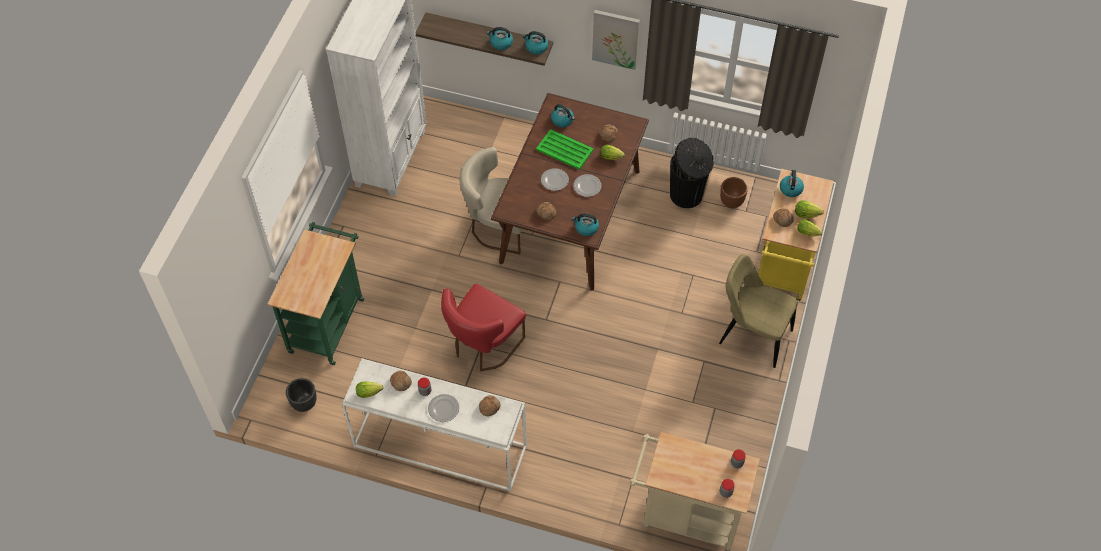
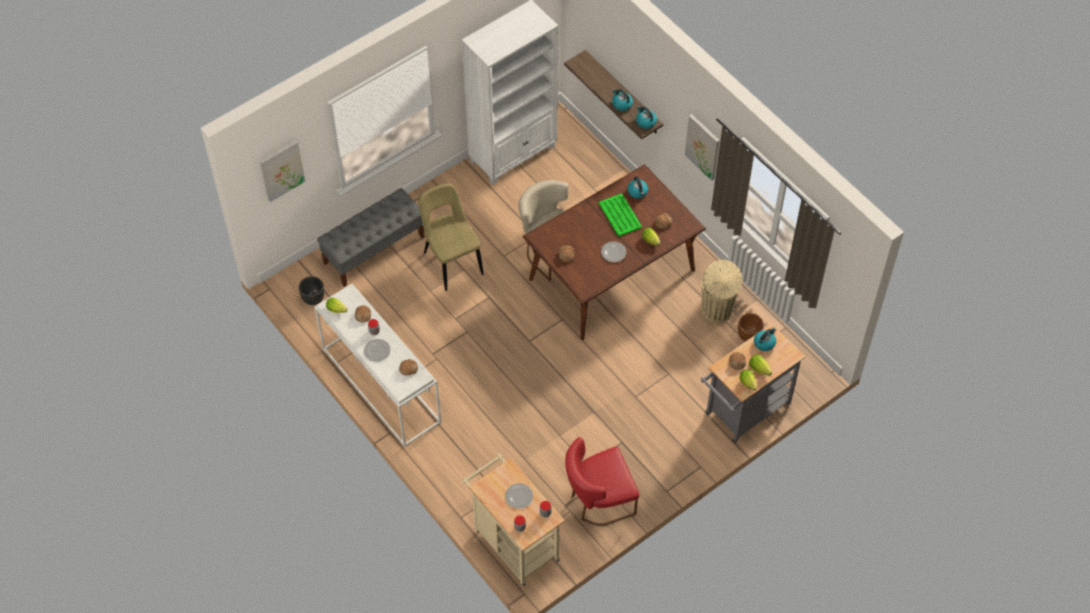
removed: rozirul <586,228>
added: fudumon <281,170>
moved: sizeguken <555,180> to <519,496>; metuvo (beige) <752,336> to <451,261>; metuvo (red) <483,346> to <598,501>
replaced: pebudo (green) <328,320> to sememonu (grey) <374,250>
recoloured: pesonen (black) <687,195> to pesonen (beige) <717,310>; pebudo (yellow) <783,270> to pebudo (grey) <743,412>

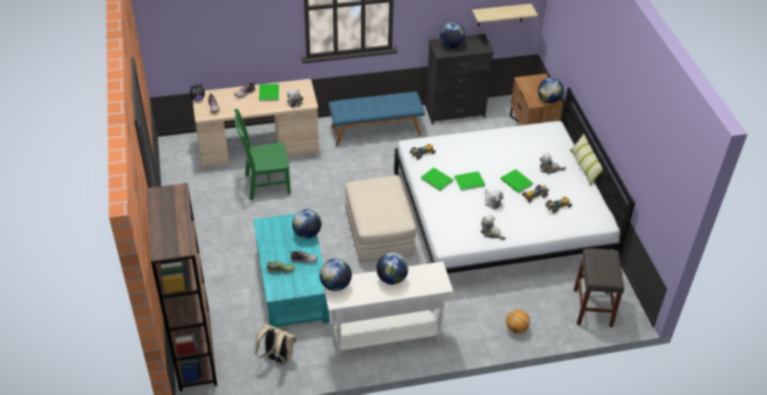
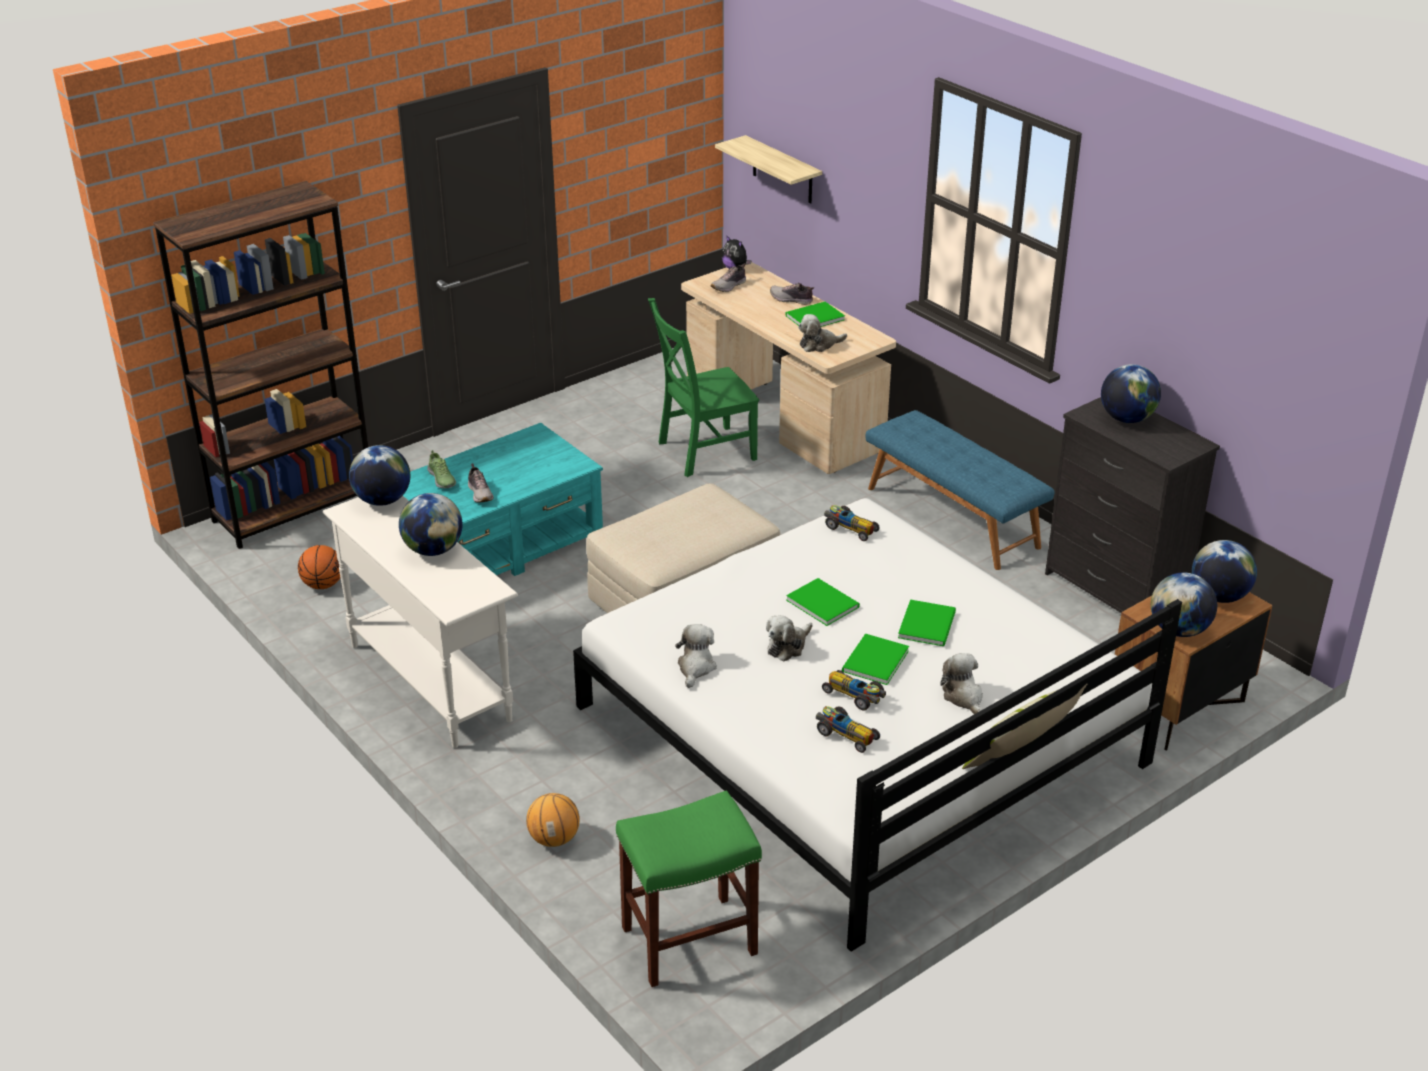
moved: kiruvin <500,14> to <782,170>; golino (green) <436,179> to <928,624>; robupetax <307,234> to <1219,596>
replaced: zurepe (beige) <277,358> to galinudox <323,585>
recoloured: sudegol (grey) <593,308> to sudegol (green) <687,942>
turned: metuvo (green) <265,184> = <703,452> 75 degrees counterclockwise

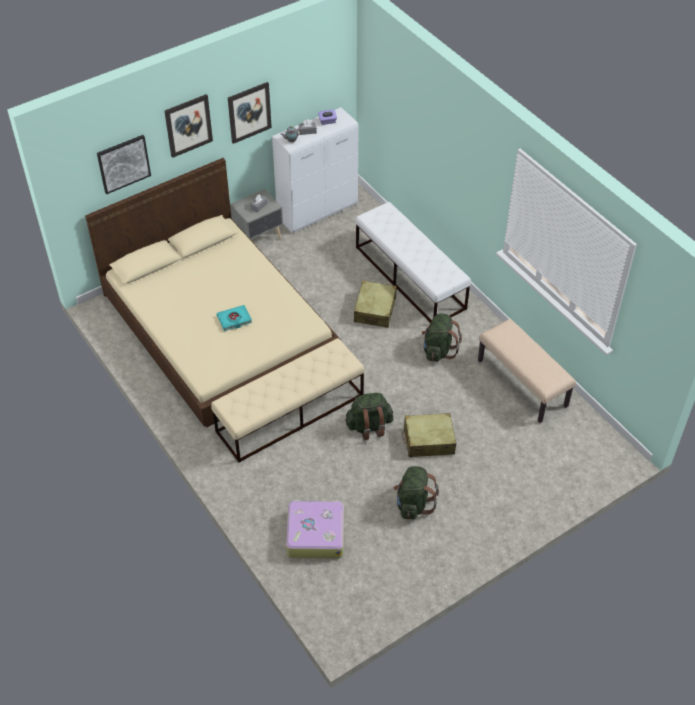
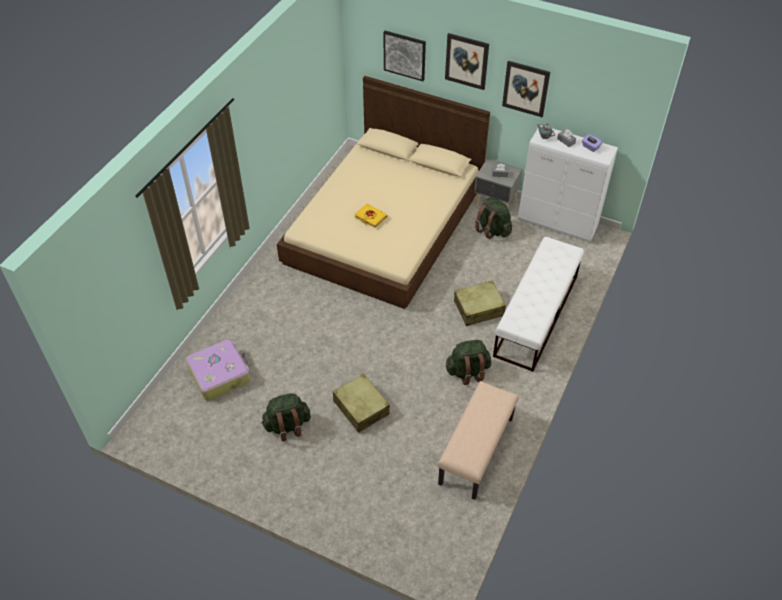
removed: sememonu (beige) <290,413>
moved: zurepe (green) <369,426> to <492,230>
recoloured: golino (turquoise) <234,320> to golino (yellow) <370,217>

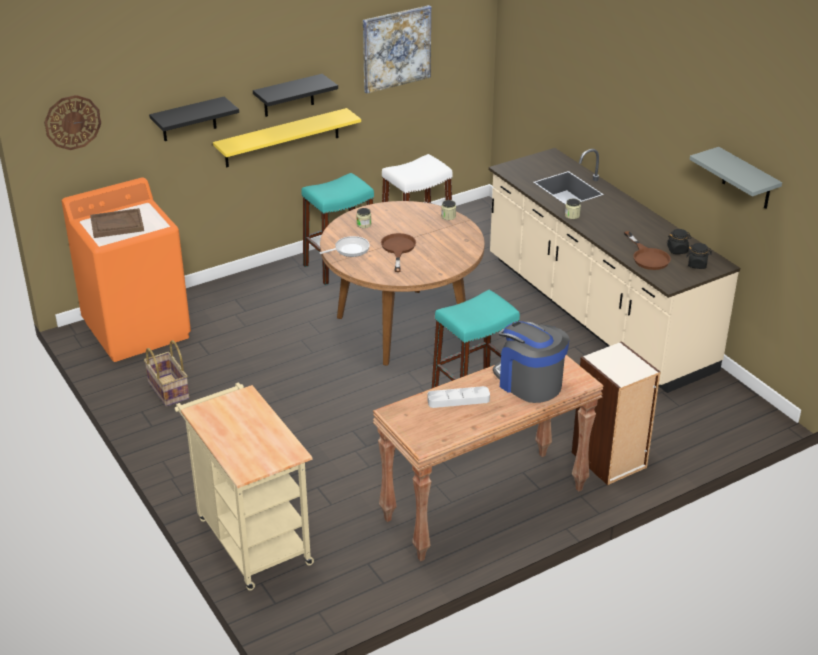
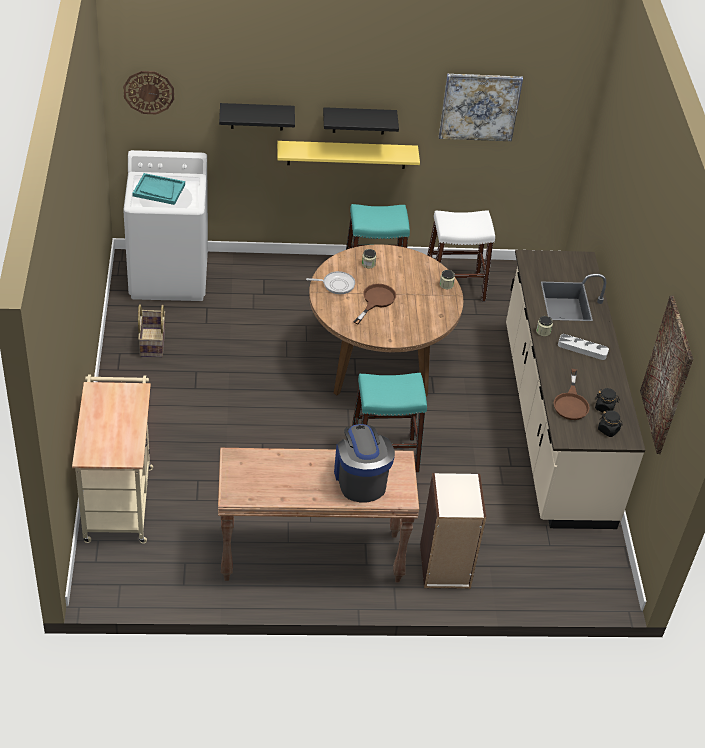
moved: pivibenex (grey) <458,400> to <582,349>
replaced: kiruvin (grey) <747,179> to fudumon <667,375>
recoloured: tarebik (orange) <137,329> to tarebik (white) <169,276>; pivibenex (brown) <117,225> to pivibenex (turquoise) <158,190>

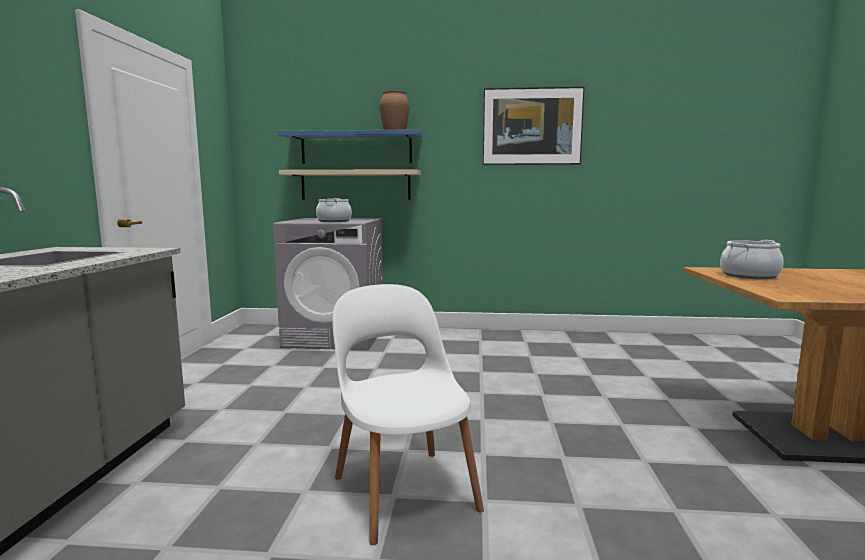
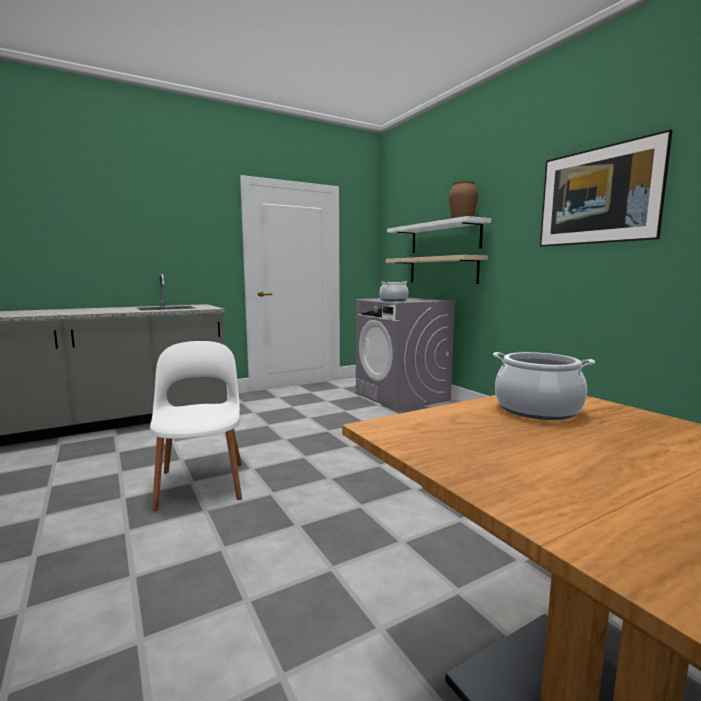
recoloured: kiruvin (blue) <356,148> to kiruvin (white) <444,237>
turned: metuvo (white) <403,489> = <201,482> 45 degrees counterclockwise

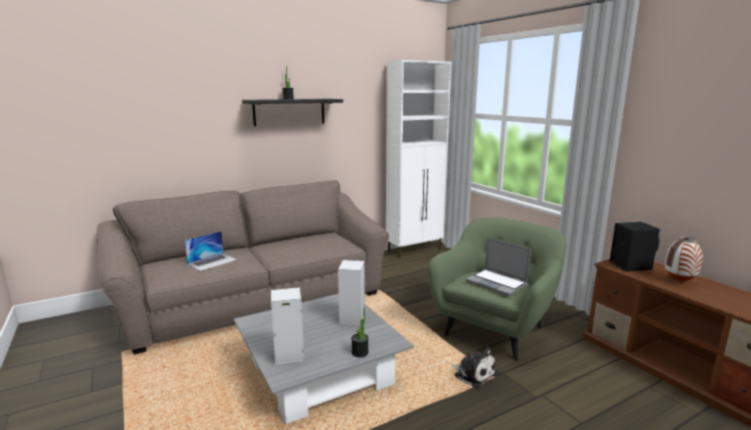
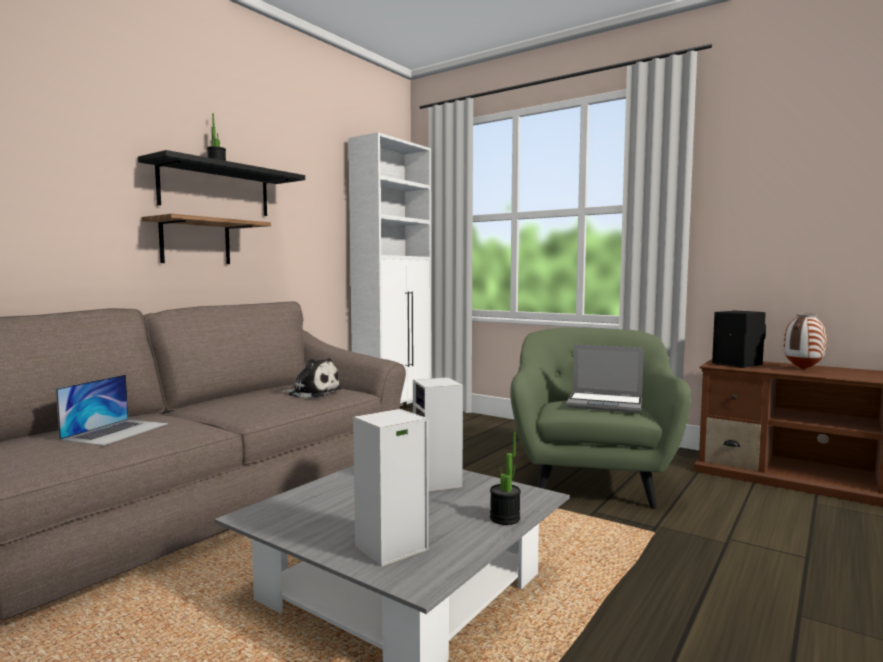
added: kiruvin <195,242>
moved: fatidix <472,374> to <312,393>

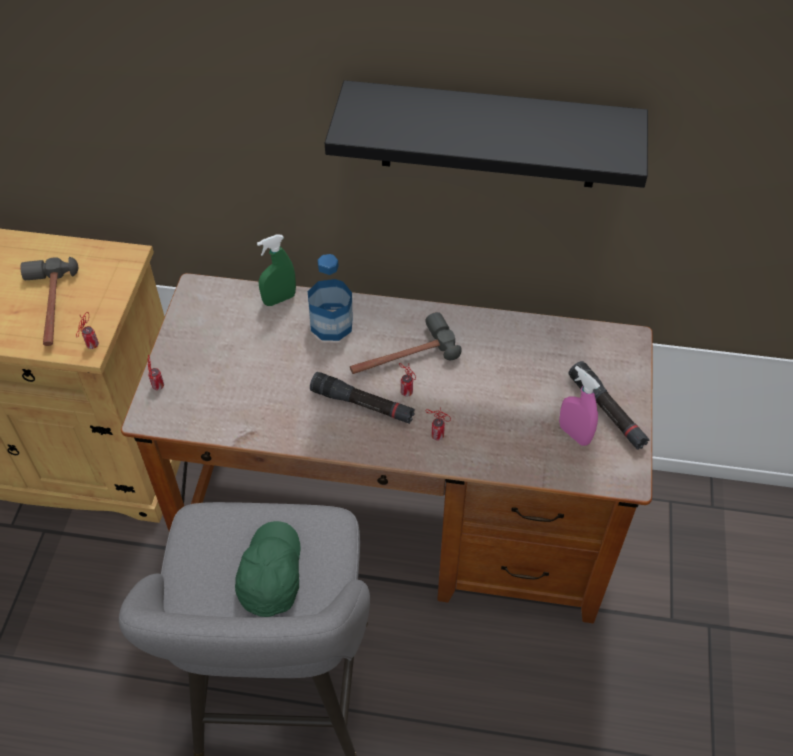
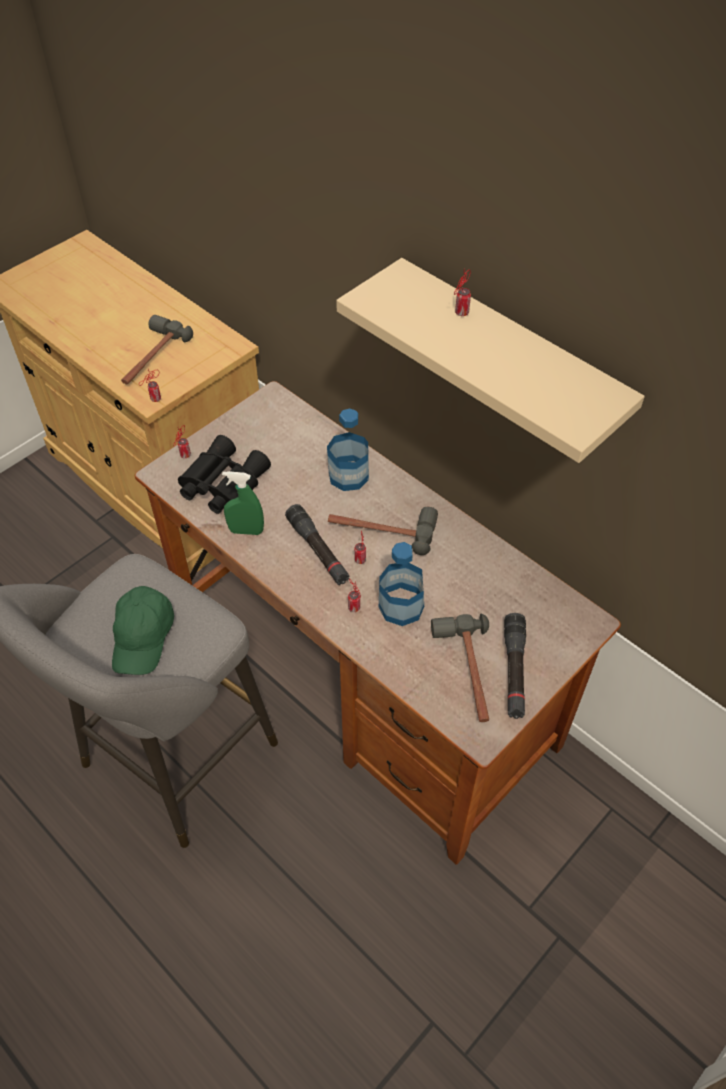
added: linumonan <460,314>; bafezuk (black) <221,483>; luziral <401,606>
moved: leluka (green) <279,299> to <246,531>
replaced: leluka (pink) <574,434> to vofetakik <468,672>
recoloured: kiruvin (black) <489,135> to kiruvin (beige) <508,361>
turned: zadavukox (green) <270,574> = <144,637> 150 degrees clockwise

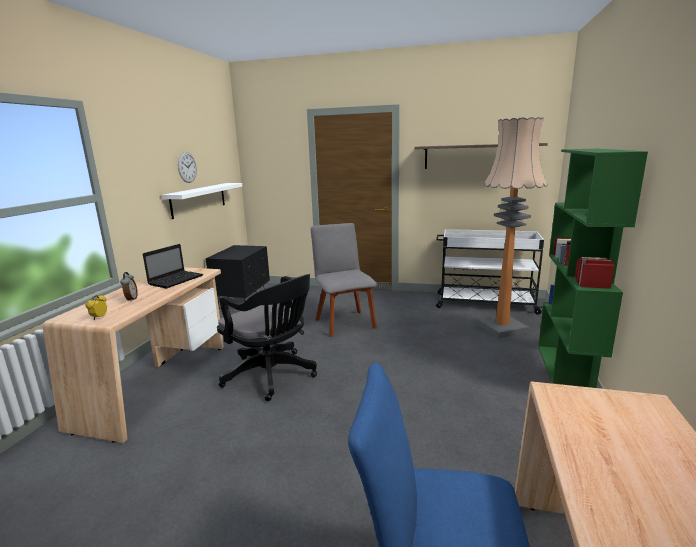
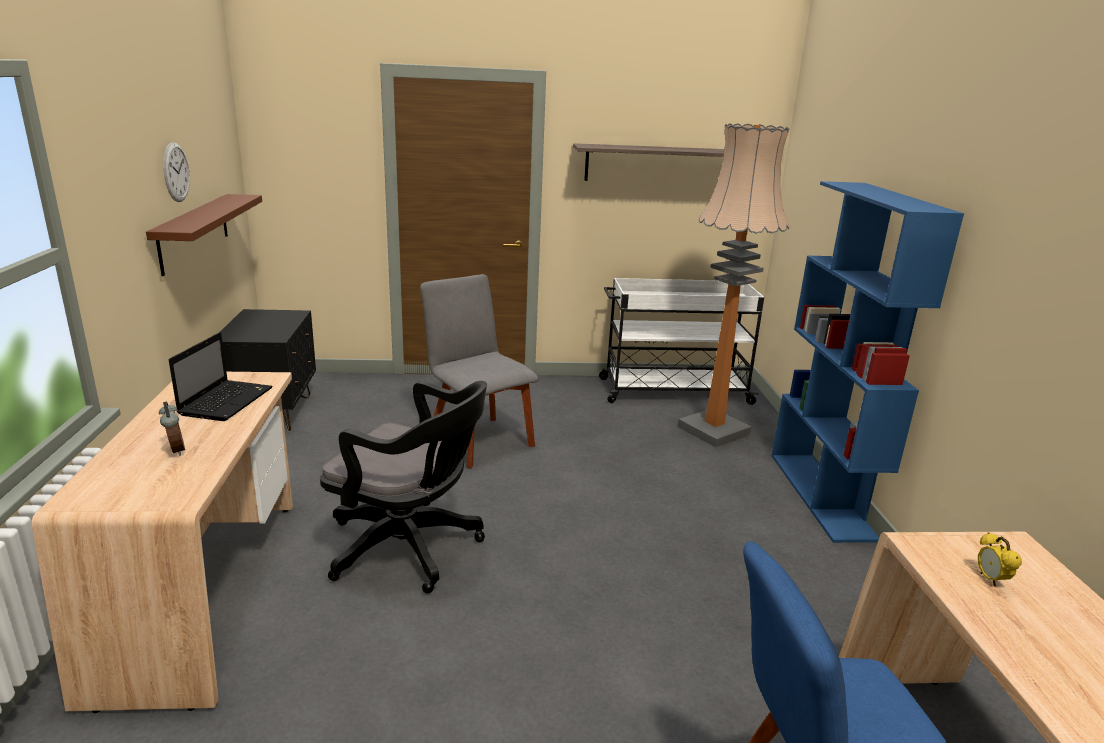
moved: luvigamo <99,318> to <990,579>
recoloured: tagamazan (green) <566,375> to tagamazan (blue) <821,495>; kiruvin (white) <199,199> to kiruvin (brown) <194,232>

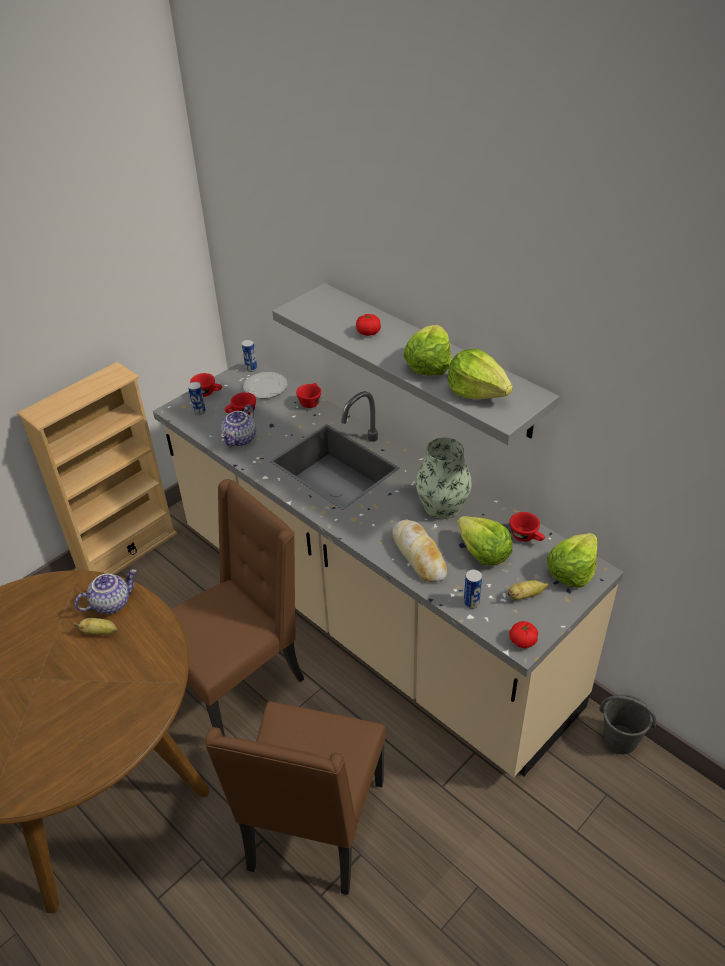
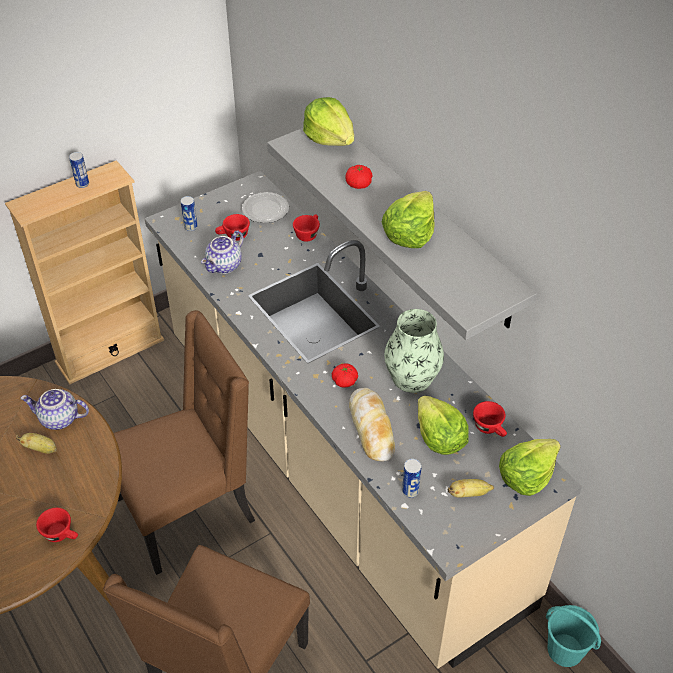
moved: linumonan <251,368> to <82,184>; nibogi <477,391> to <330,138>; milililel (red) <208,393> to <62,534>; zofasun <522,641> to <344,381>
recoloured: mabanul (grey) <620,740> to mabanul (turquoise) <565,650>
turned: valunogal <111,603> = <58,419> 150 degrees counterclockwise

